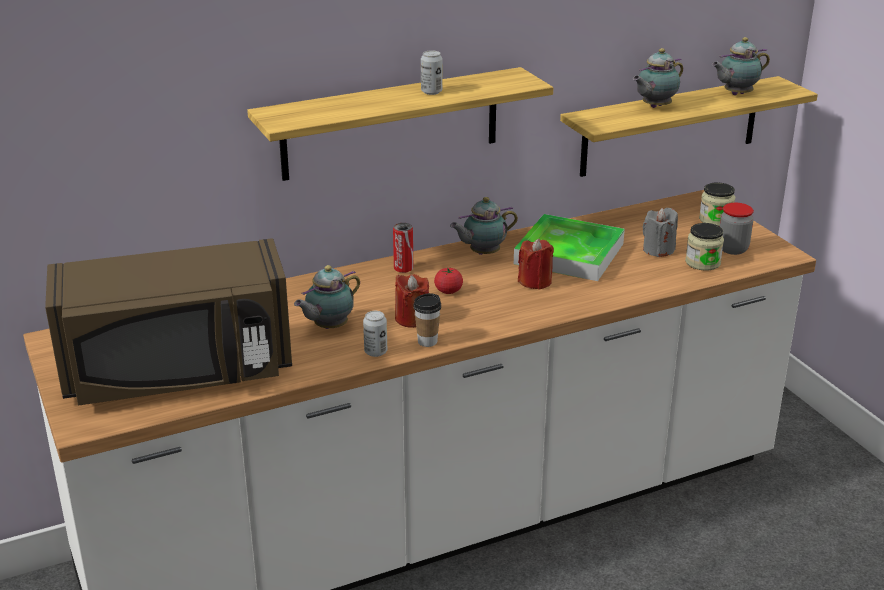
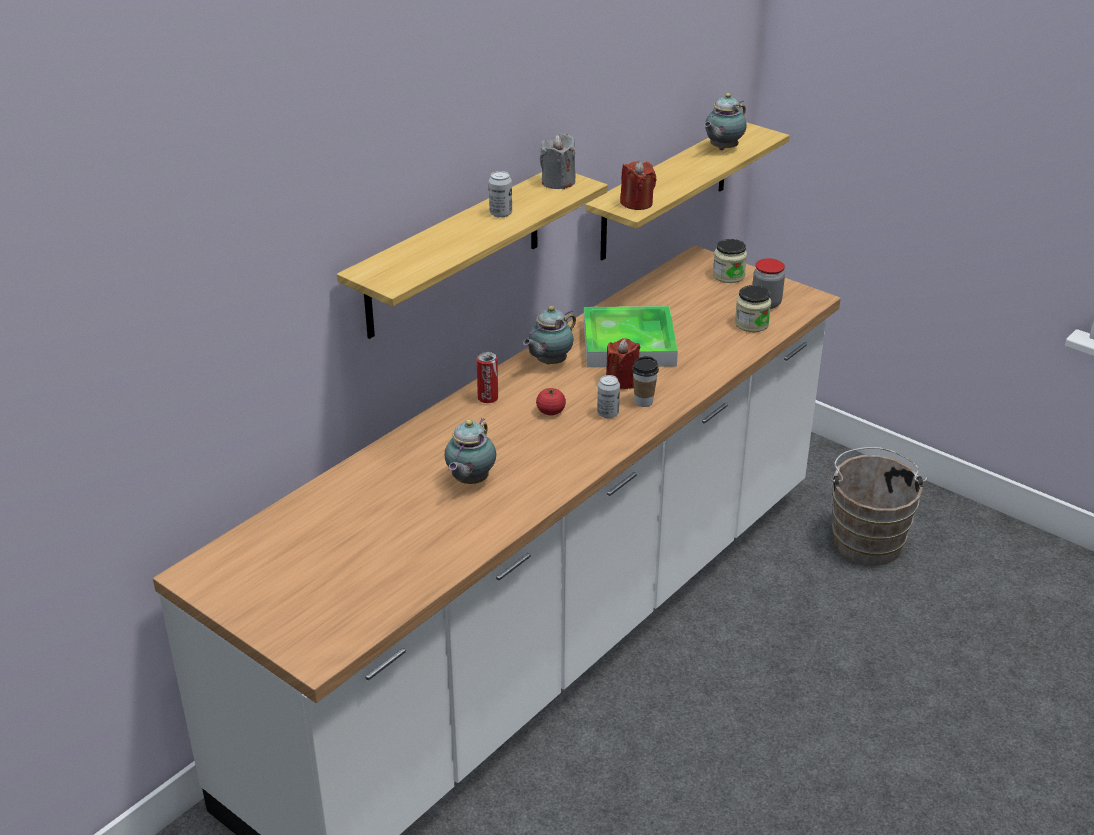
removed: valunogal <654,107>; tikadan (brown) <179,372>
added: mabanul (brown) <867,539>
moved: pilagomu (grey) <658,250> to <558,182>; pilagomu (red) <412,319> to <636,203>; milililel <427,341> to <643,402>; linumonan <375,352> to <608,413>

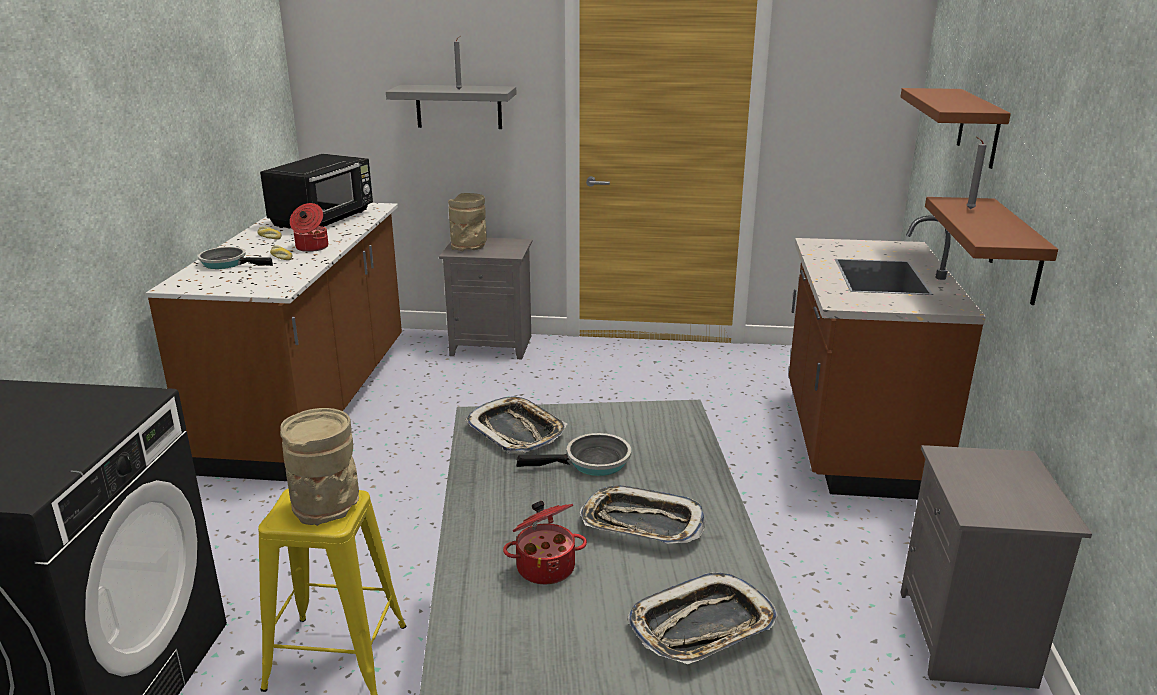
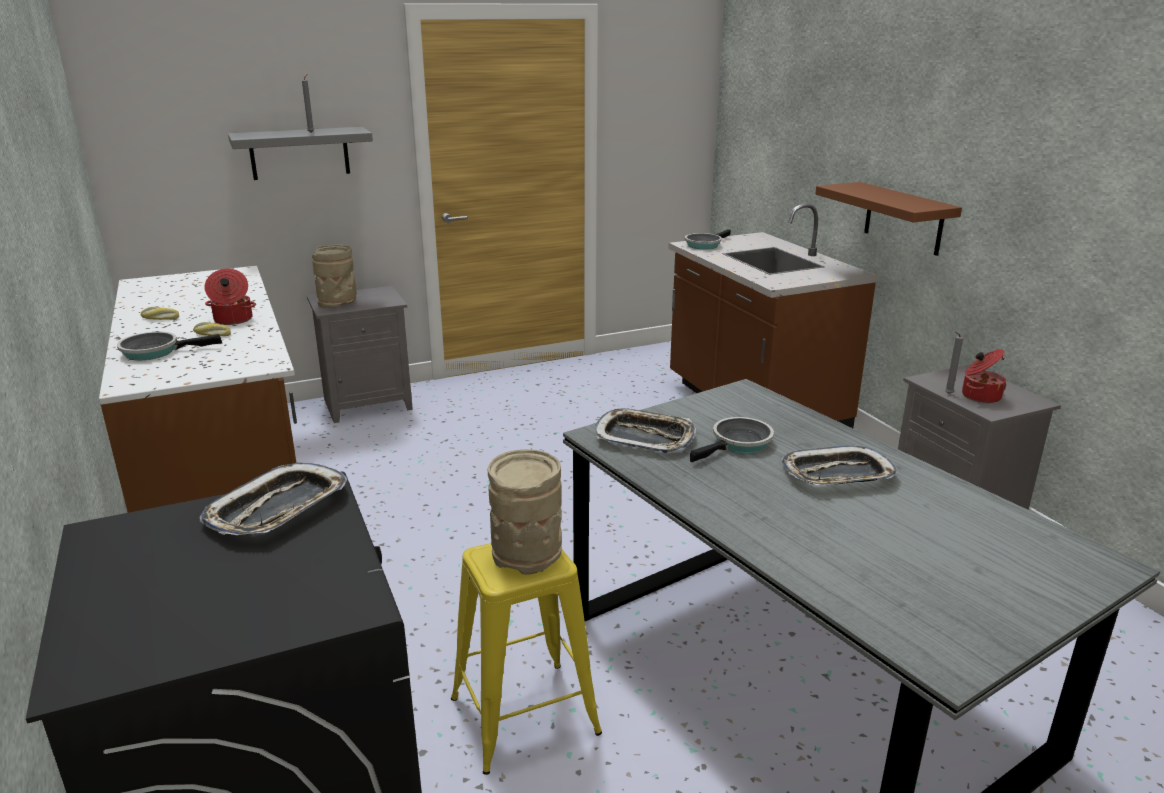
removed: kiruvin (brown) <979,128>; tikadan (black) <324,219>
added: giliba <704,244>
moved: pilagomu (grey) <968,209> to <947,394>; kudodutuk <545,566> to <979,396>; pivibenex <702,627> to <278,509>

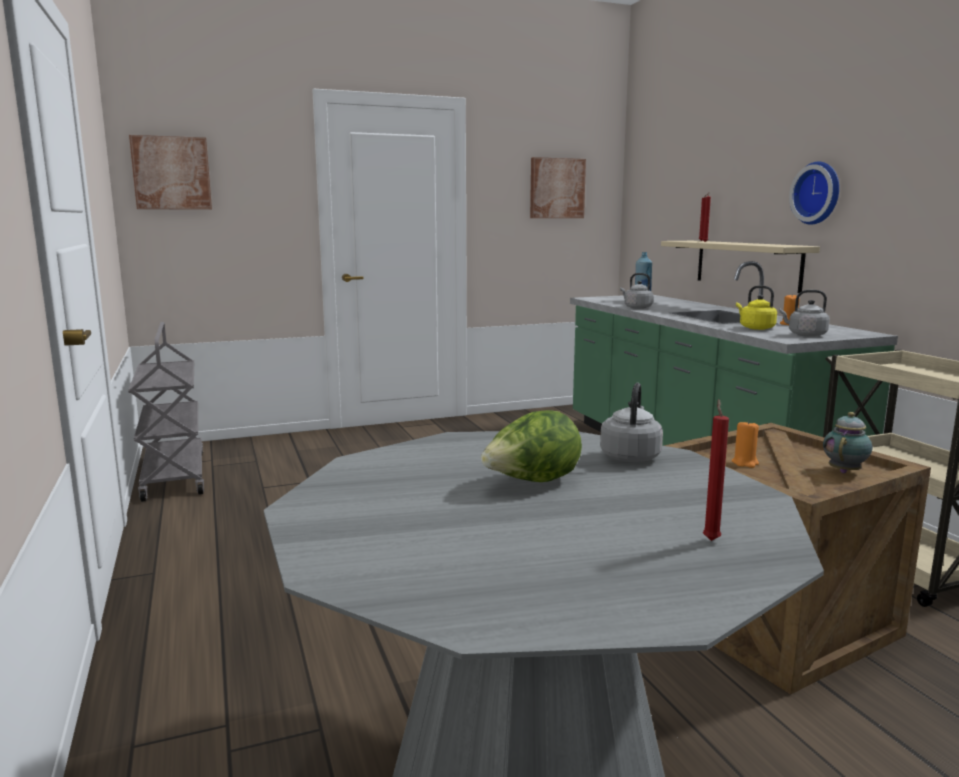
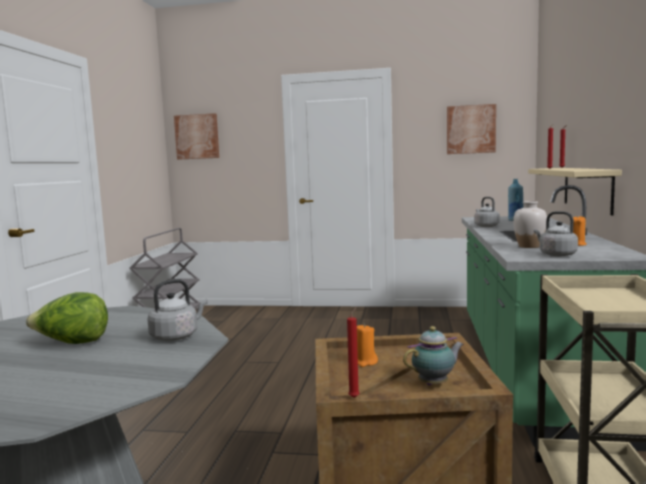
removed: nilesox <818,193>
moved: pilagomu (red) <711,539> to <355,397>
replaced: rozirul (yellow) <755,328> to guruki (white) <529,246>

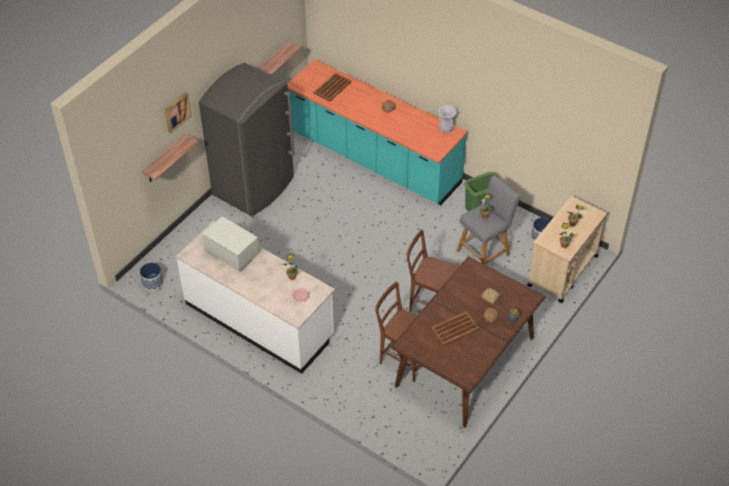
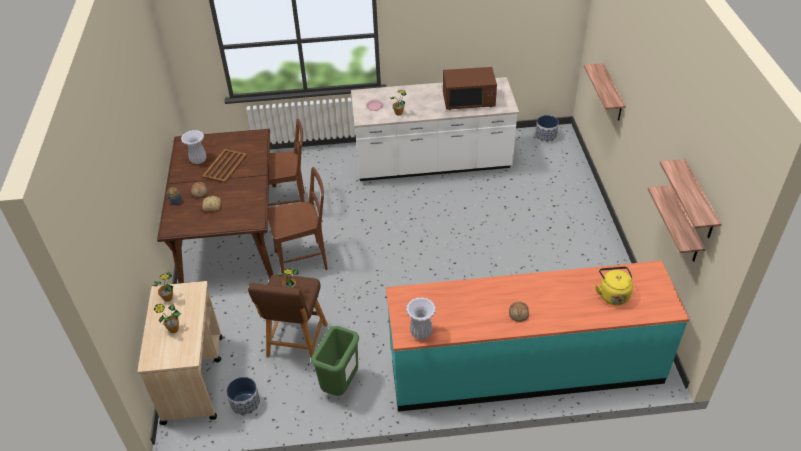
removed: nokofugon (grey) <254,187>; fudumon <176,112>
added: guruki (white) <198,160>; kiruvin <698,201>
replaced: pivibenex (brown) <332,88> to rozirul (yellow) <612,294>
recoloured: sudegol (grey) <485,252> to sudegol (brown) <296,343>; tikadan (white) <231,253> to tikadan (brown) <468,101>

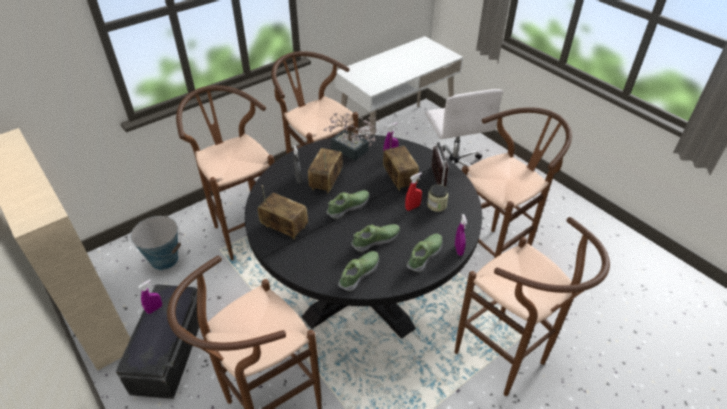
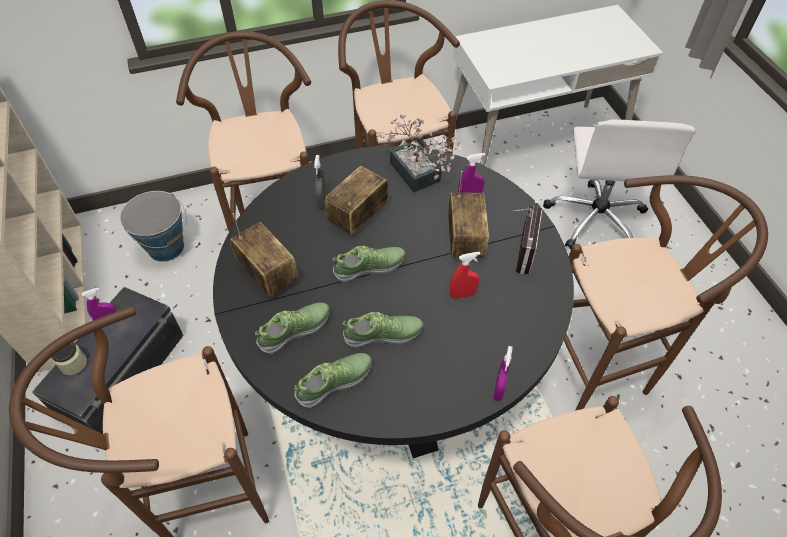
moved: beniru <437,205> to <73,364>; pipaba <425,256> to <295,330>

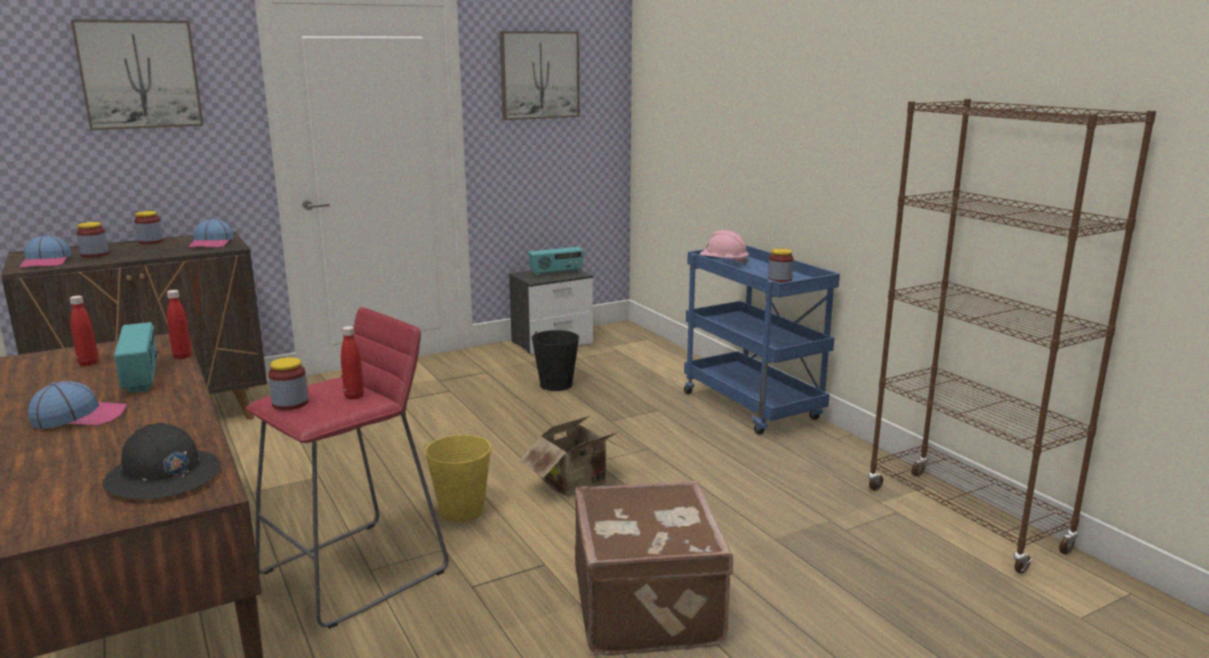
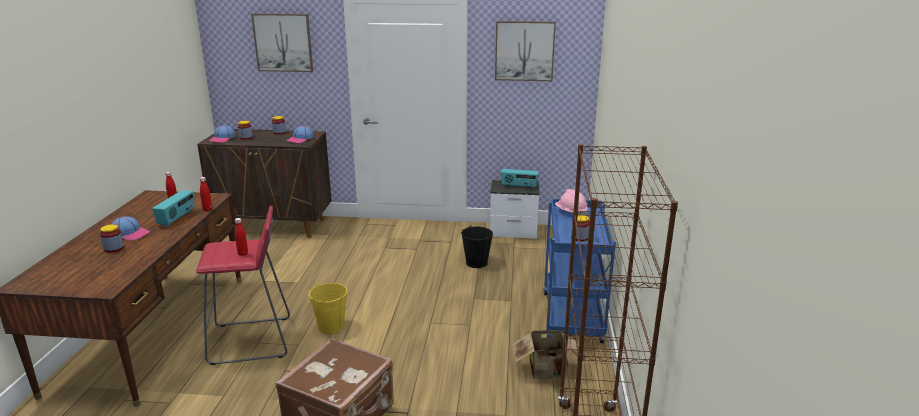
removed: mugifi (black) <162,478>
moved: beniru <290,403> to <114,248>; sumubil <578,485> to <548,372>

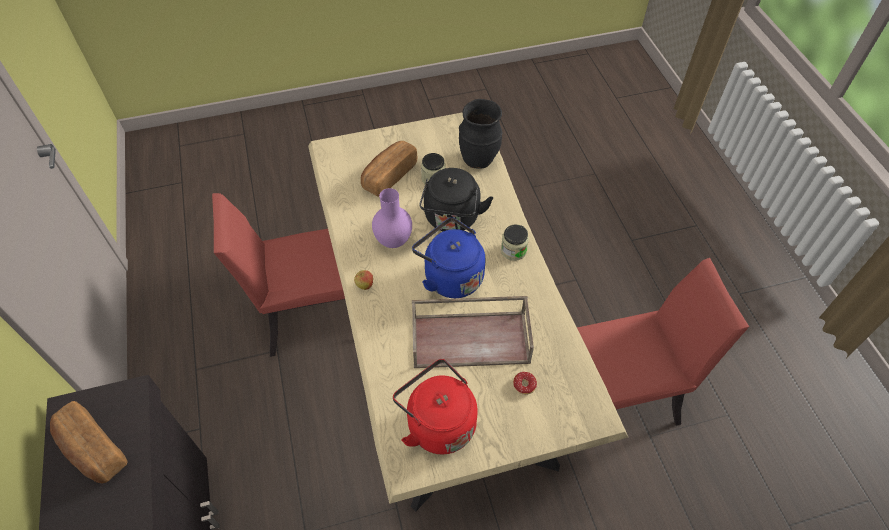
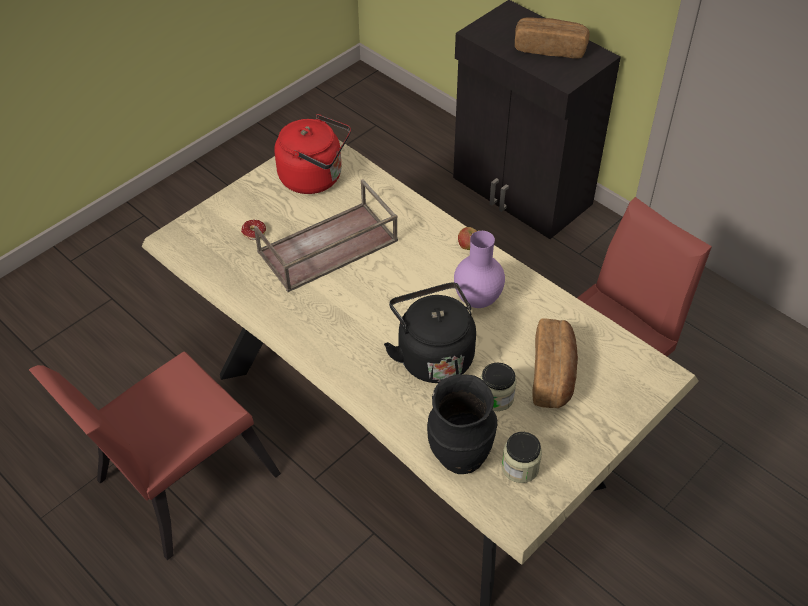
removed: rozirul (blue) <450,276>
moved: beniru <513,250> to <520,467>

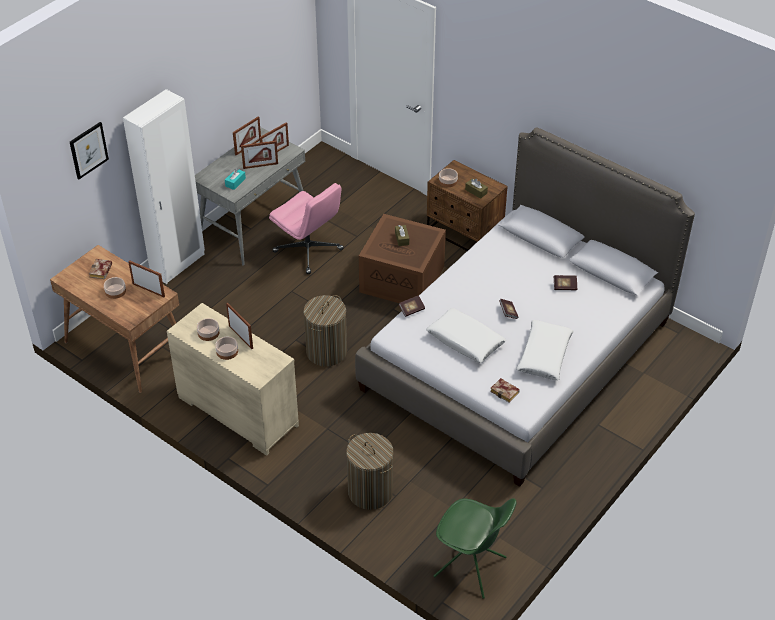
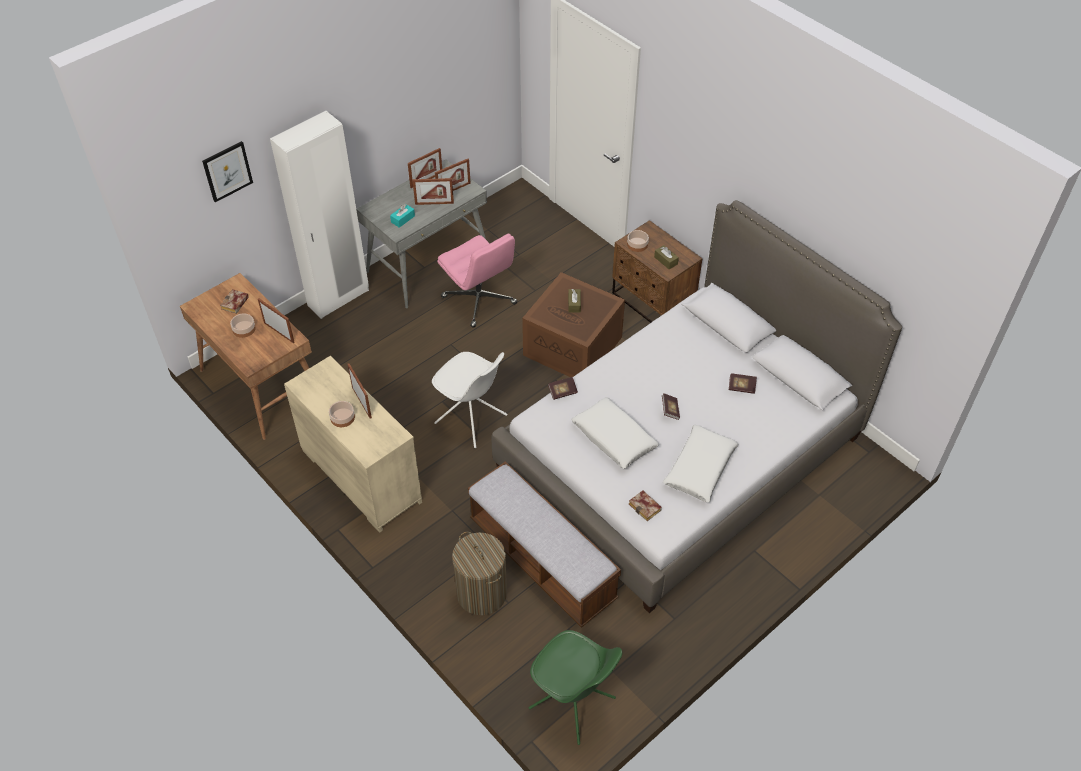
removed: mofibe <208,332>
added: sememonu <542,560>
replaced: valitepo <326,352> to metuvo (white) <472,420>

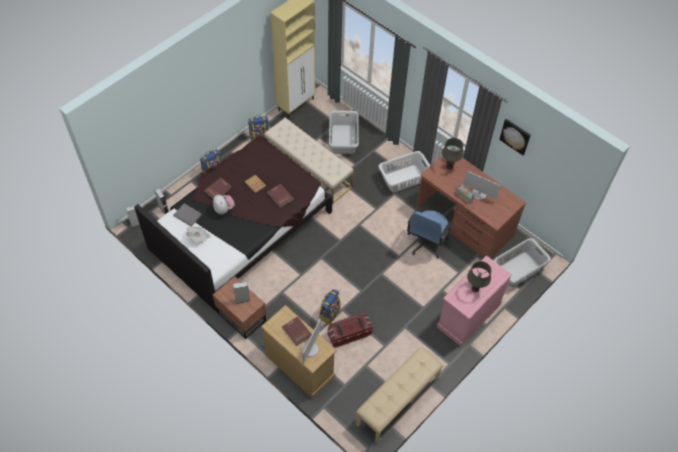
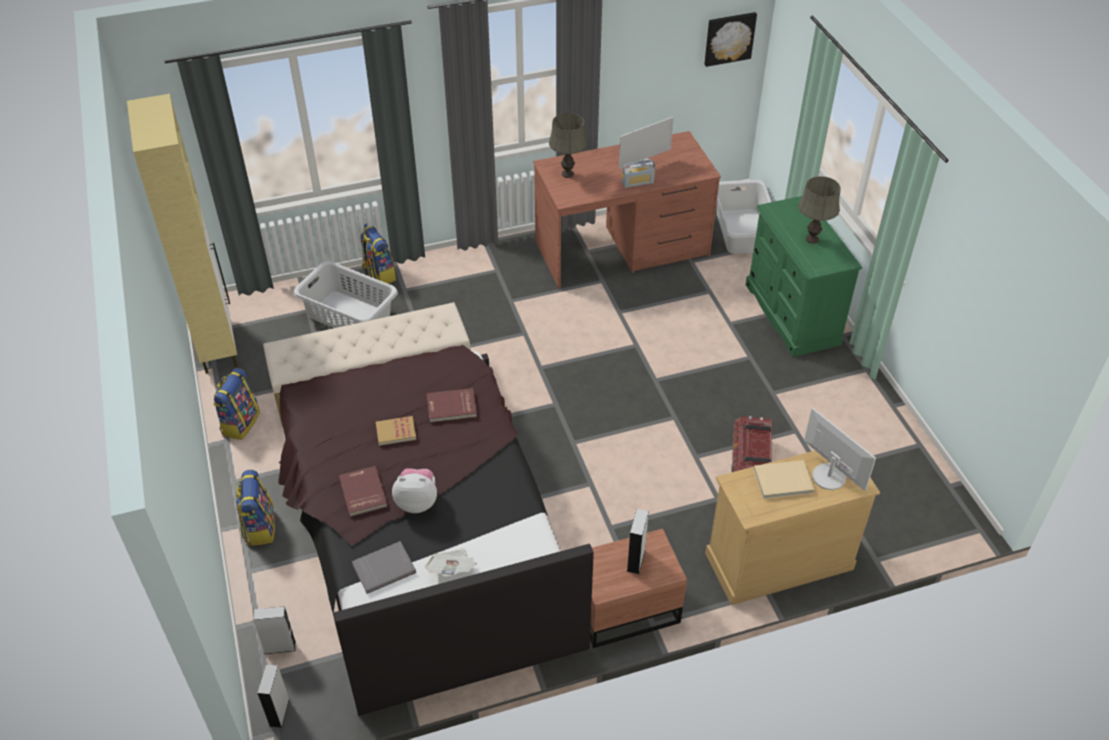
removed: valitepo (white) <404,179>; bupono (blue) <426,242>; sememonu (beige) <398,402>
moved: fudumon <515,136> to <729,38>; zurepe <329,313> to <378,274>
recoloured: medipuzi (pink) <468,315> to medipuzi (green) <792,314>; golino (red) <296,332> to golino (beige) <783,482>

